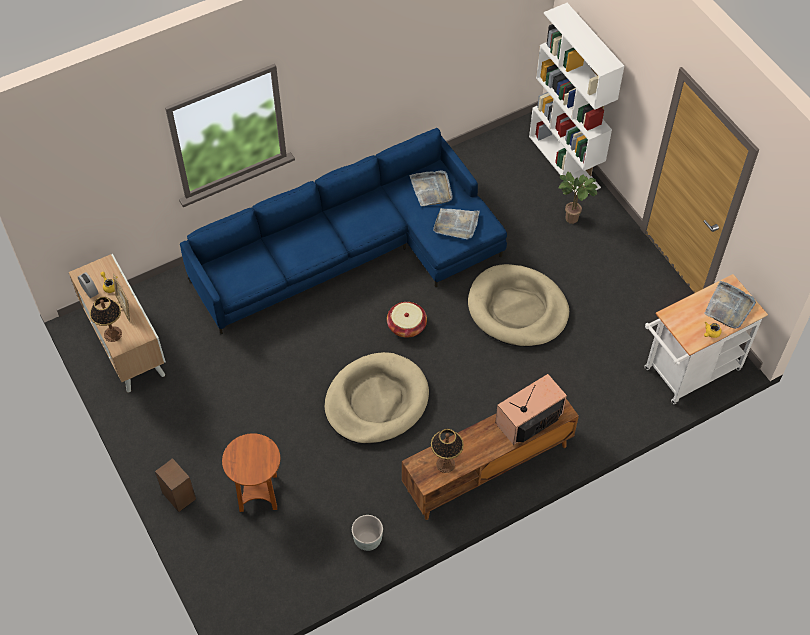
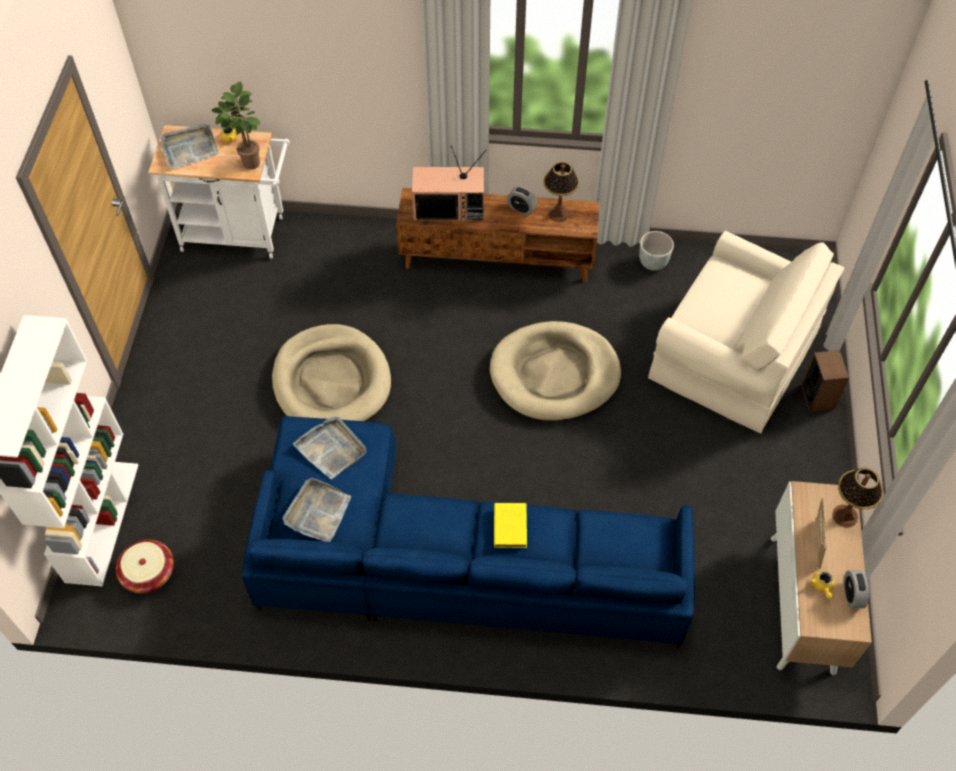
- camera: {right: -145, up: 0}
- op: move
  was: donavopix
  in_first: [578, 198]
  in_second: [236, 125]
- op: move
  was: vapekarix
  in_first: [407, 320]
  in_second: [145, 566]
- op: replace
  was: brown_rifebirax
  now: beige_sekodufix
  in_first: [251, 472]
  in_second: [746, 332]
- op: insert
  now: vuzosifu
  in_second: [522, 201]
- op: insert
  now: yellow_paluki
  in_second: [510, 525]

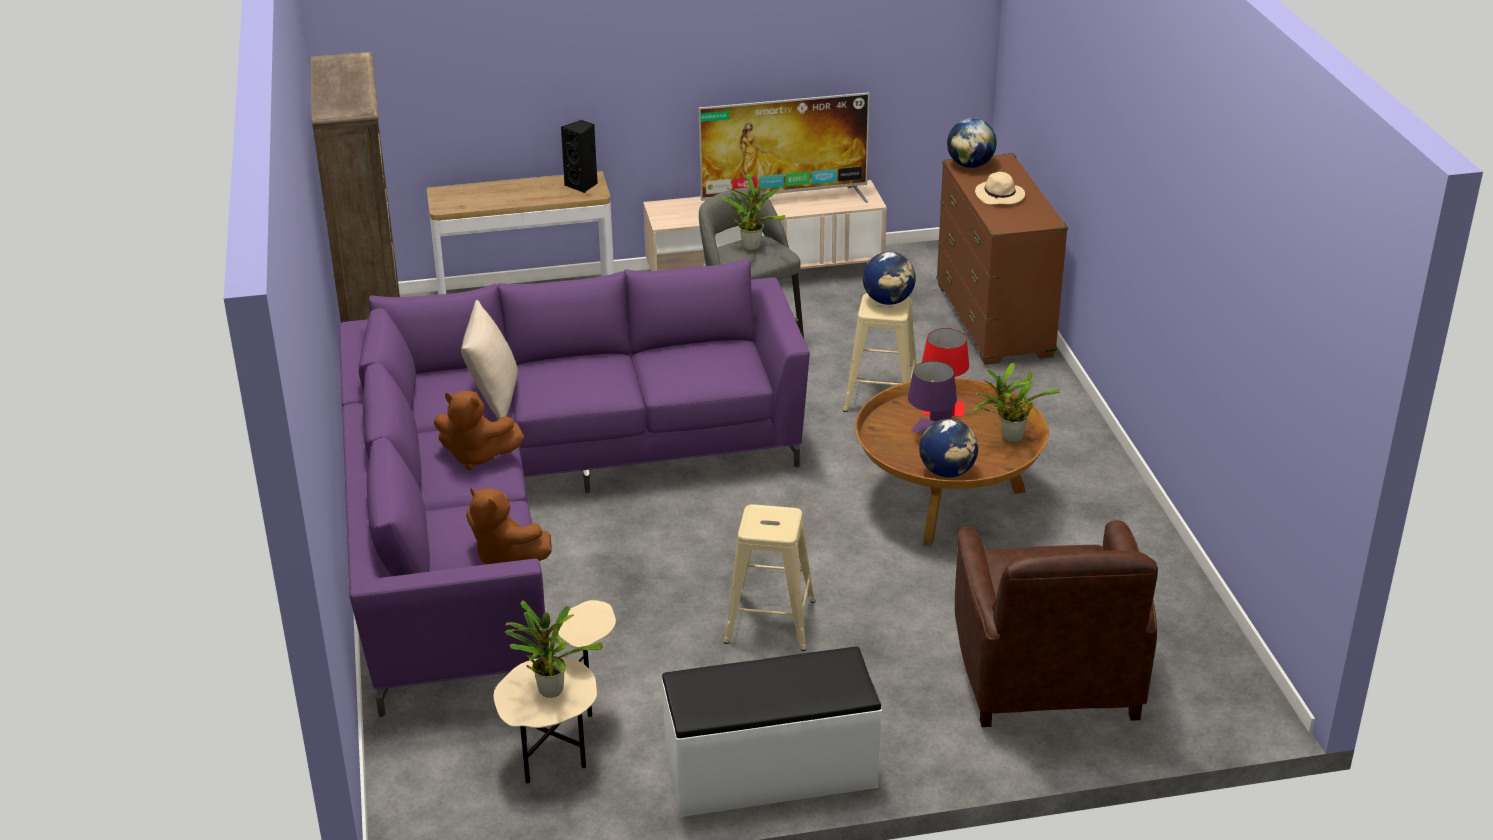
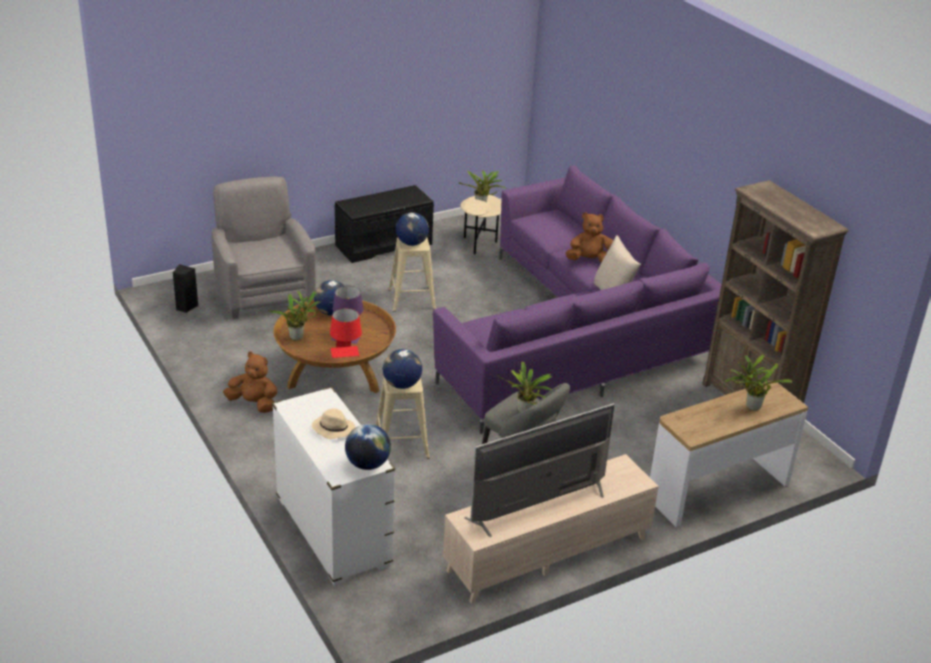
- camera: {right: 160, up: 0}
- op: move
  was: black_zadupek
  in_first: [579, 156]
  in_second: [185, 288]
- op: recolor
  was: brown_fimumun
  now: white_fimumun
  in_first: [1002, 259]
  in_second: [333, 486]
- op: move
  was: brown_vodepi
  in_first: [509, 525]
  in_second: [250, 382]
- op: recolor
  was: brown_sekodufix
  now: grey_sekodufix
  in_first: [1056, 623]
  in_second: [263, 248]
- op: recolor
  was: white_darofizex
  now: black_darofizex
  in_first: [772, 732]
  in_second: [384, 224]
- op: insert
  now: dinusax
  in_second: [412, 229]
- op: insert
  now: donavopix
  in_second: [758, 383]

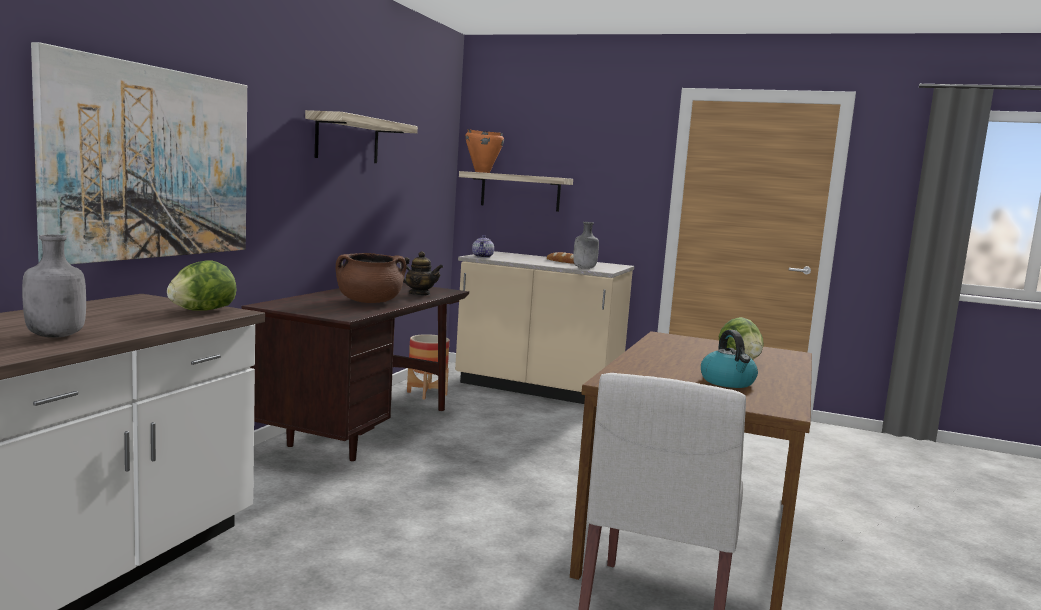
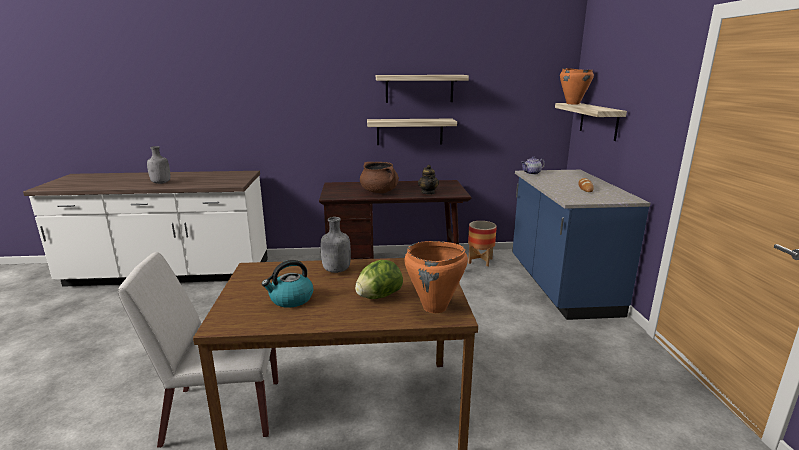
- camera: {right: 65, up: 10}
- op: delete
  was: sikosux
  in_first: [139, 153]
- op: move
  was: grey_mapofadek
  in_first: [586, 245]
  in_second: [336, 245]
- op: recolor
  was: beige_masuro
  now: blue_masuro
  in_first: [544, 327]
  in_second: [581, 245]
- op: delete
  was: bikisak
  in_first: [201, 285]
- op: insert
  now: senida
  in_second: [412, 132]
- op: insert
  now: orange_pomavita
  in_second: [436, 277]

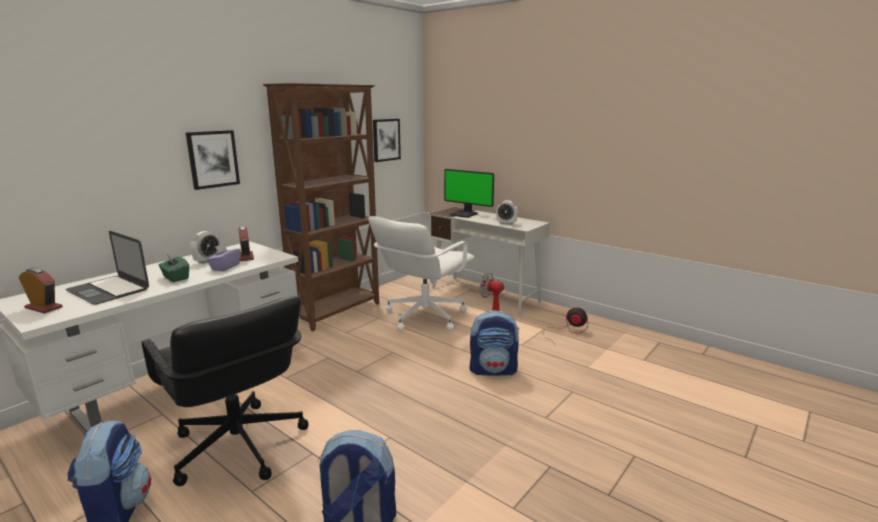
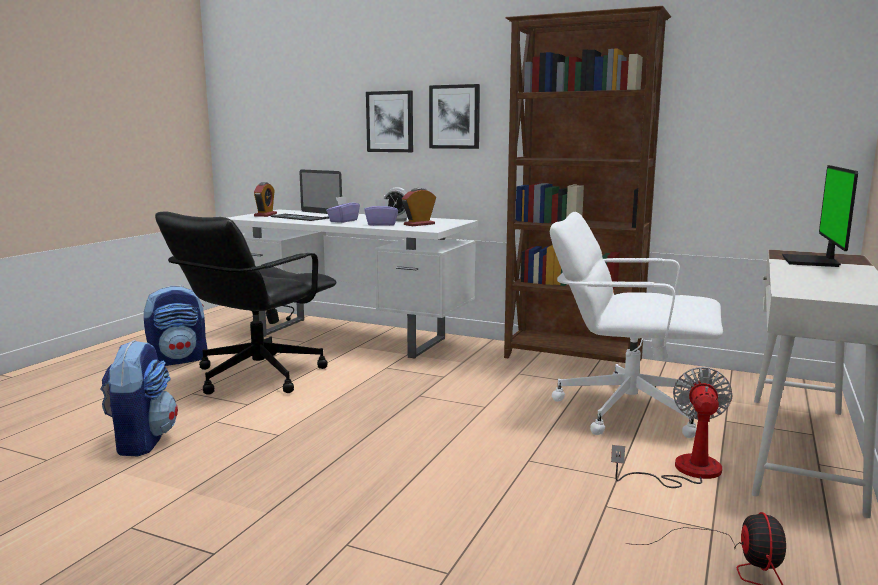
- camera: {right: 75, up: -5}
- op: move
  was: sikosux
  in_first: [387, 140]
  in_second: [389, 121]
- op: delete
  was: vuzosifu
  in_first: [507, 212]
- op: rotate
  was: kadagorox
  in_first: [107, 268]
  in_second: [306, 195]
  clockwise: -75
- op: recolor
  was: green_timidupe
  now: purple_timidupe
  in_first: [173, 269]
  in_second: [343, 209]
- op: delete
  was: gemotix
  in_first: [494, 343]

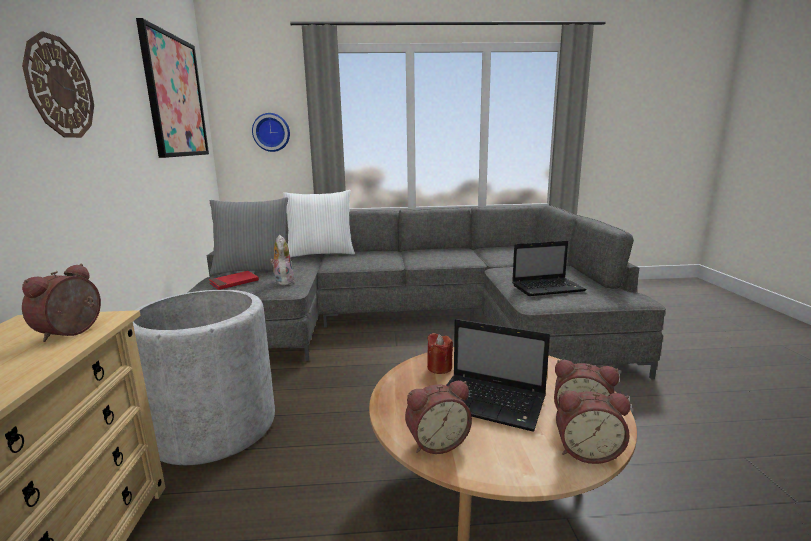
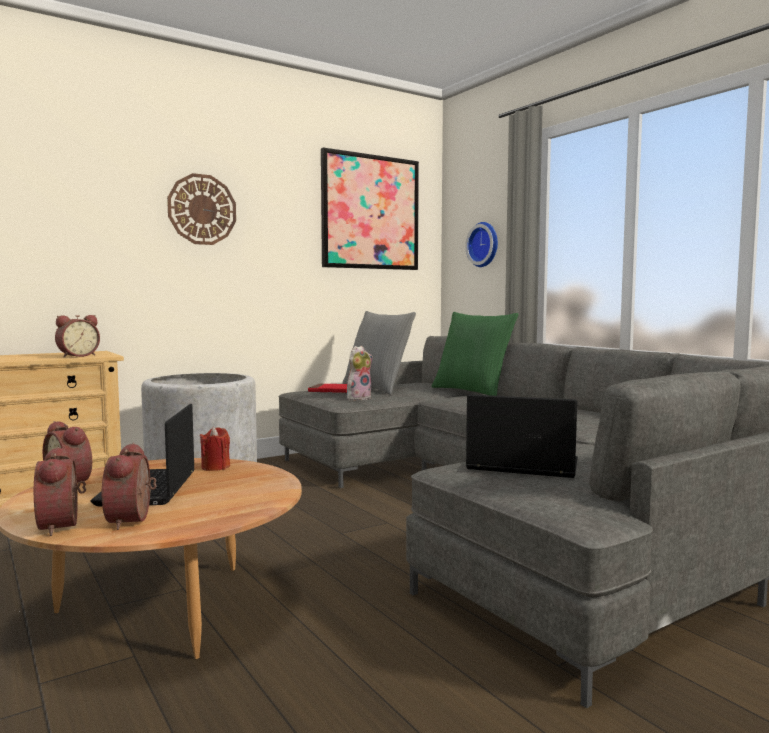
- camera: {right: 60, up: -10}
- op: recolor
  was: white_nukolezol
  now: green_nukolezol
  in_first: [319, 223]
  in_second: [475, 354]
- op: rotate
  was: kadagorox
  in_first: [549, 268]
  in_second: [522, 436]
  clockwise: 150
- op: rotate
  was: vuzosifu
  in_first: [61, 303]
  in_second: [77, 336]
  clockwise: 150

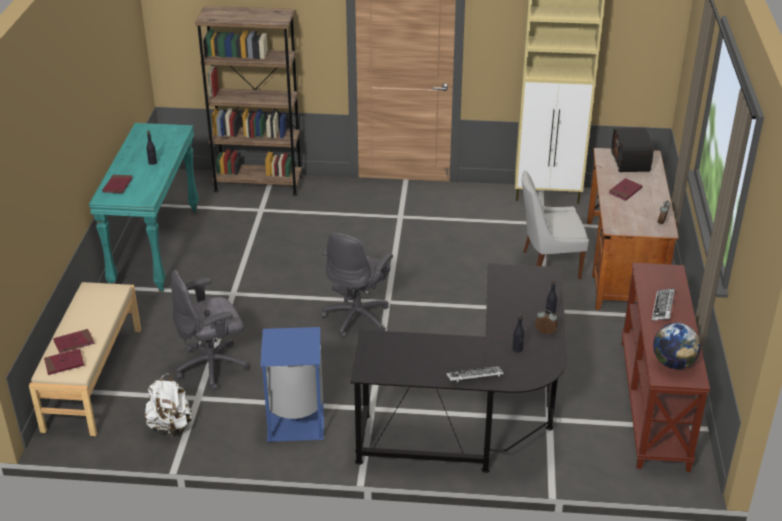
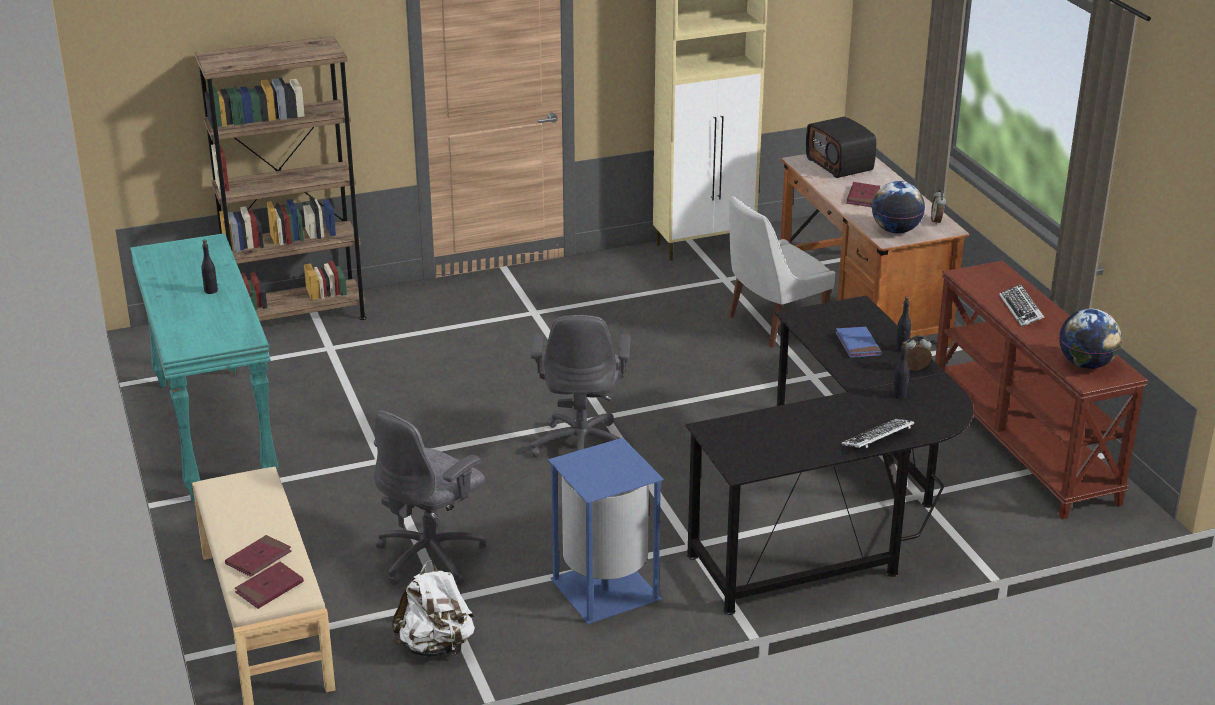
- camera: {right: -25, up: -5}
- op: delete
  was: red_paluki
  in_first: [117, 184]
- op: insert
  now: dinusax
  in_second: [898, 207]
- op: insert
  now: blue_paluki
  in_second: [859, 342]

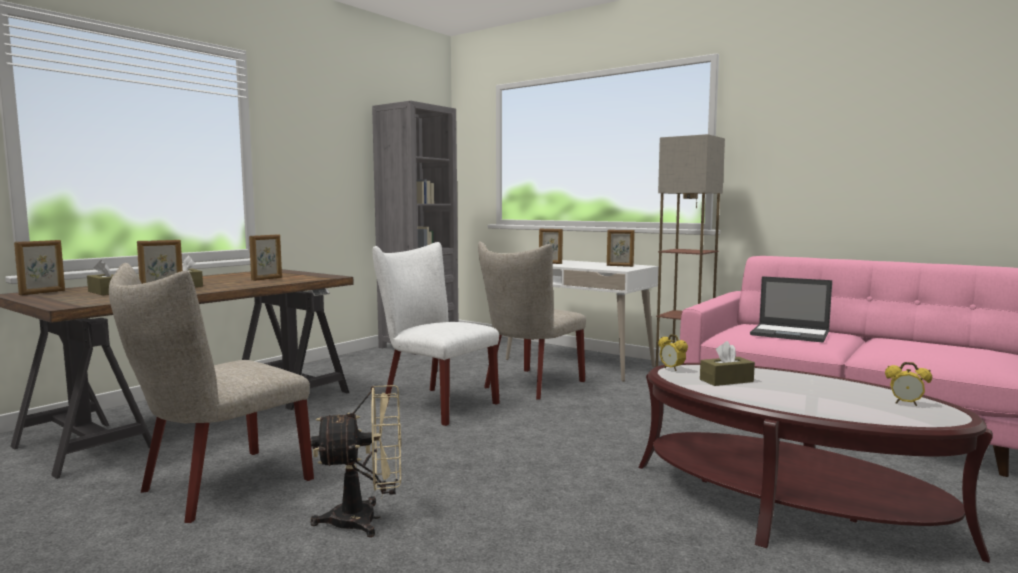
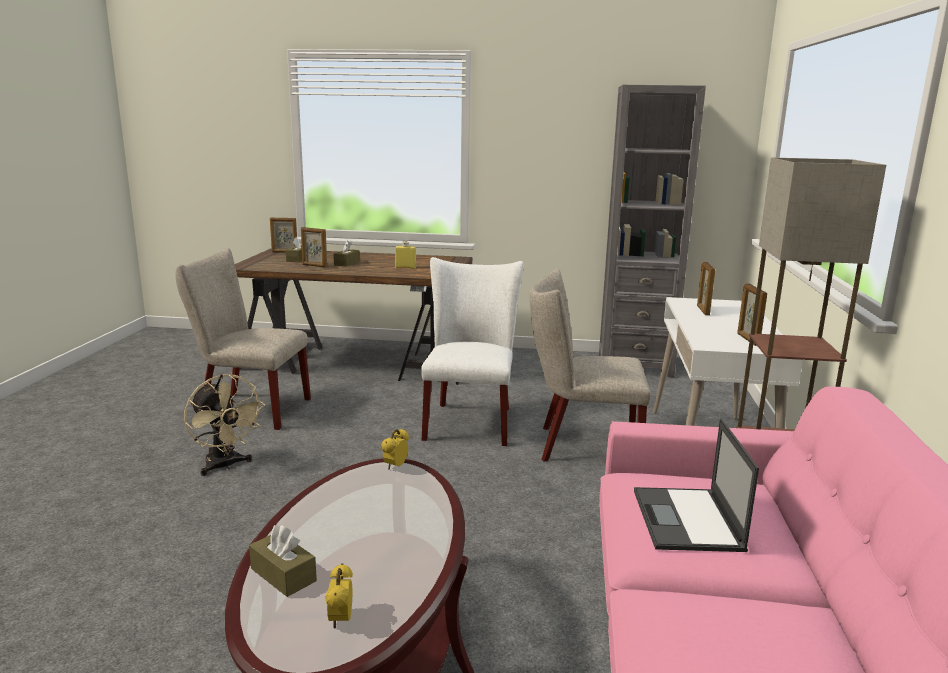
- camera: {right: 60, up: 10}
- op: replace
  was: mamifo
  now: yellow_mapofadek
  in_first: [265, 257]
  in_second: [405, 255]
- op: move
  was: brown_timidupe
  in_first: [727, 363]
  in_second: [283, 561]

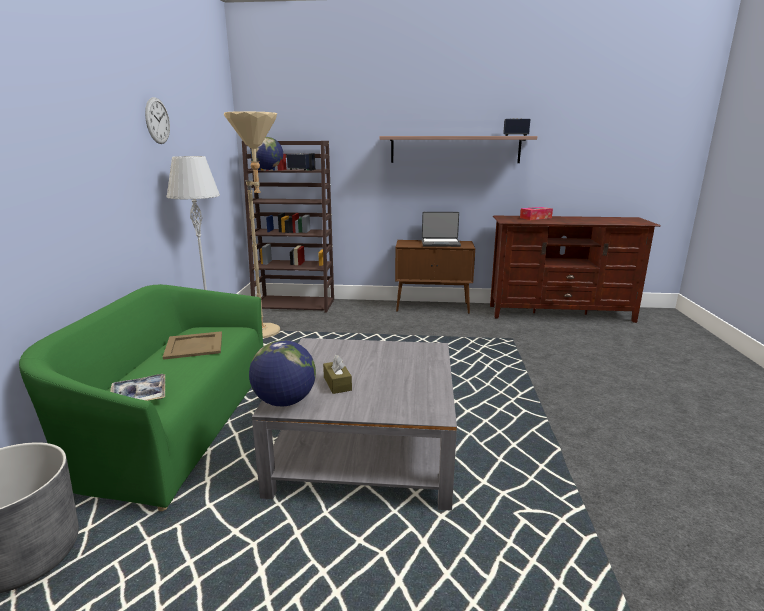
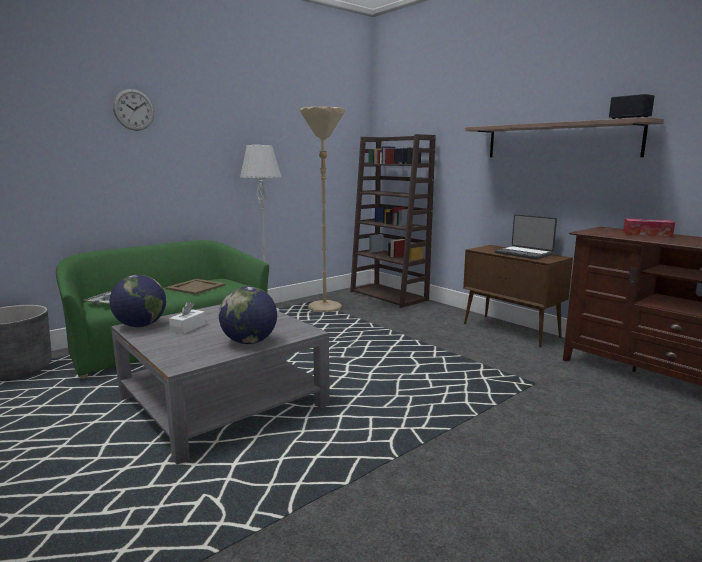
- camera: {right: 45, up: -5}
- op: move
  was: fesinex
  in_first: [157, 120]
  in_second: [133, 110]
- op: move
  was: dinusax
  in_first: [267, 153]
  in_second: [248, 315]
- op: recolor
  was: brown_timidupe
  now: white_timidupe
  in_first: [337, 374]
  in_second: [187, 318]

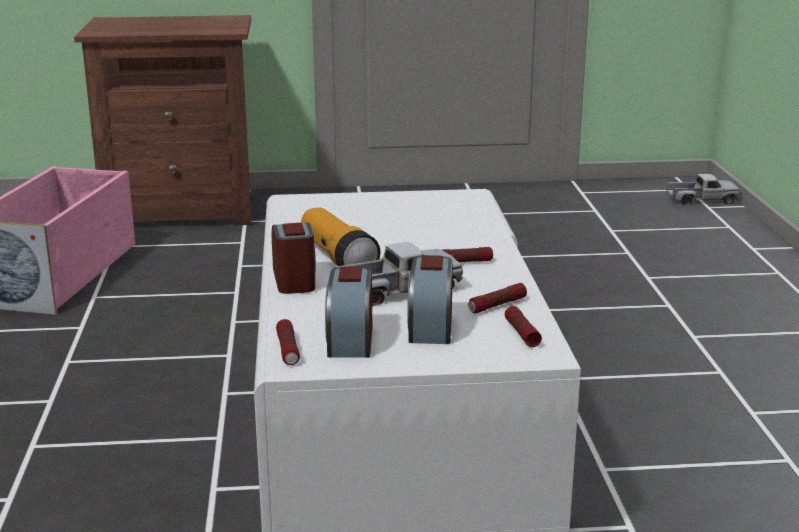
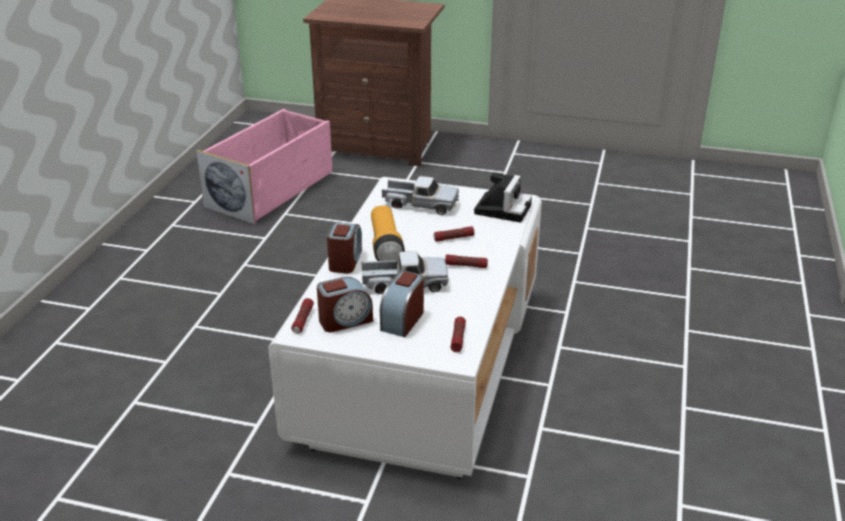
- camera: {right: 20, up: 10}
- op: move
  was: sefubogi
  in_first: [703, 189]
  in_second: [420, 195]
- op: rotate
  was: vuzosifu
  in_first: [348, 312]
  in_second: [345, 304]
  clockwise: -135
- op: move
  was: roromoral
  in_first: [497, 298]
  in_second: [454, 234]
- op: insert
  now: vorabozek
  in_second: [503, 198]

